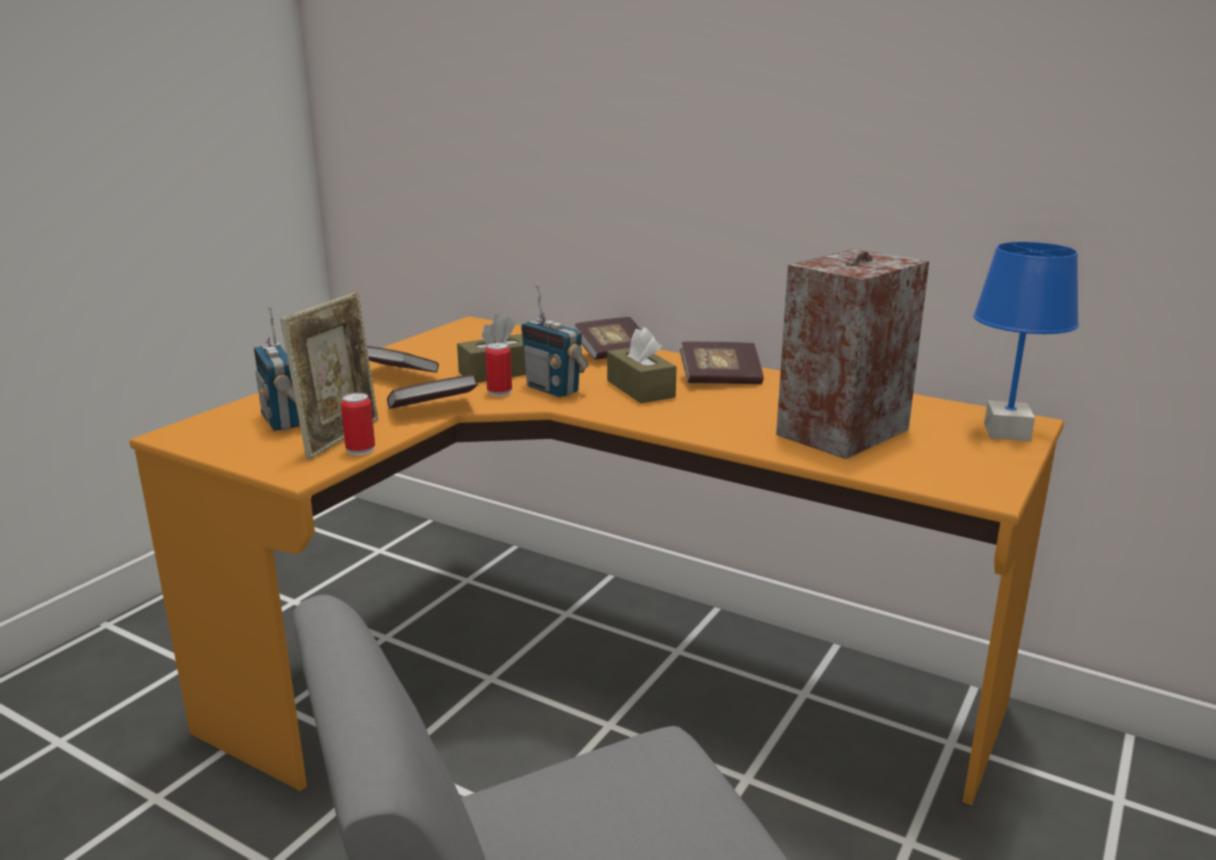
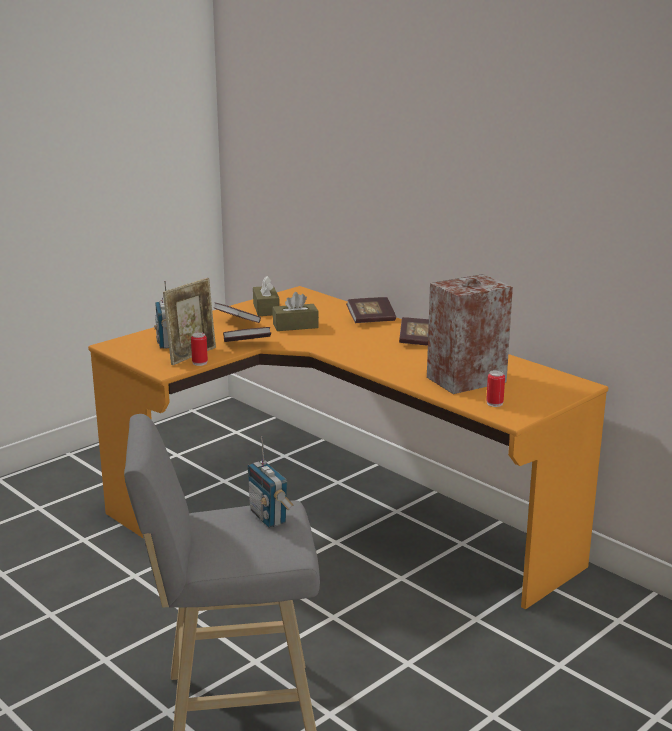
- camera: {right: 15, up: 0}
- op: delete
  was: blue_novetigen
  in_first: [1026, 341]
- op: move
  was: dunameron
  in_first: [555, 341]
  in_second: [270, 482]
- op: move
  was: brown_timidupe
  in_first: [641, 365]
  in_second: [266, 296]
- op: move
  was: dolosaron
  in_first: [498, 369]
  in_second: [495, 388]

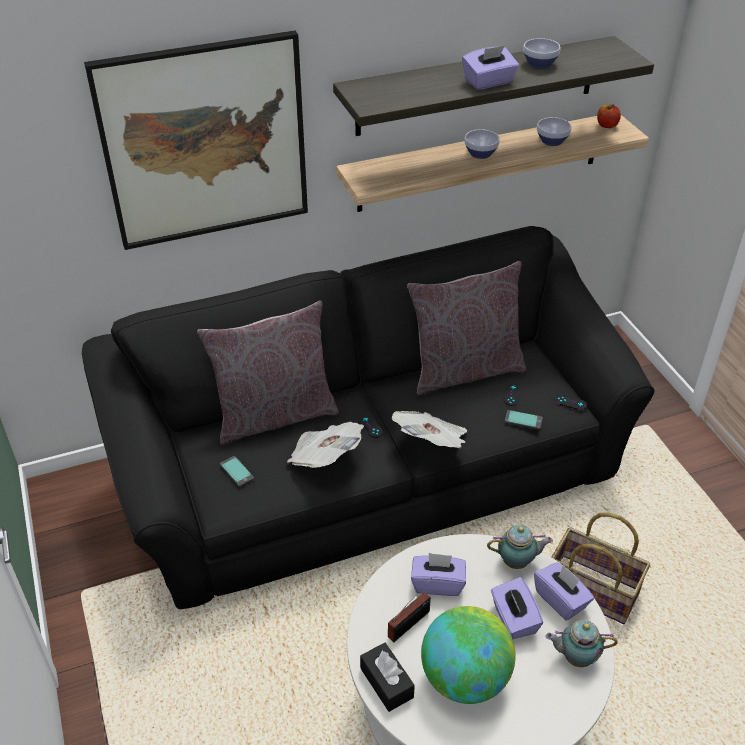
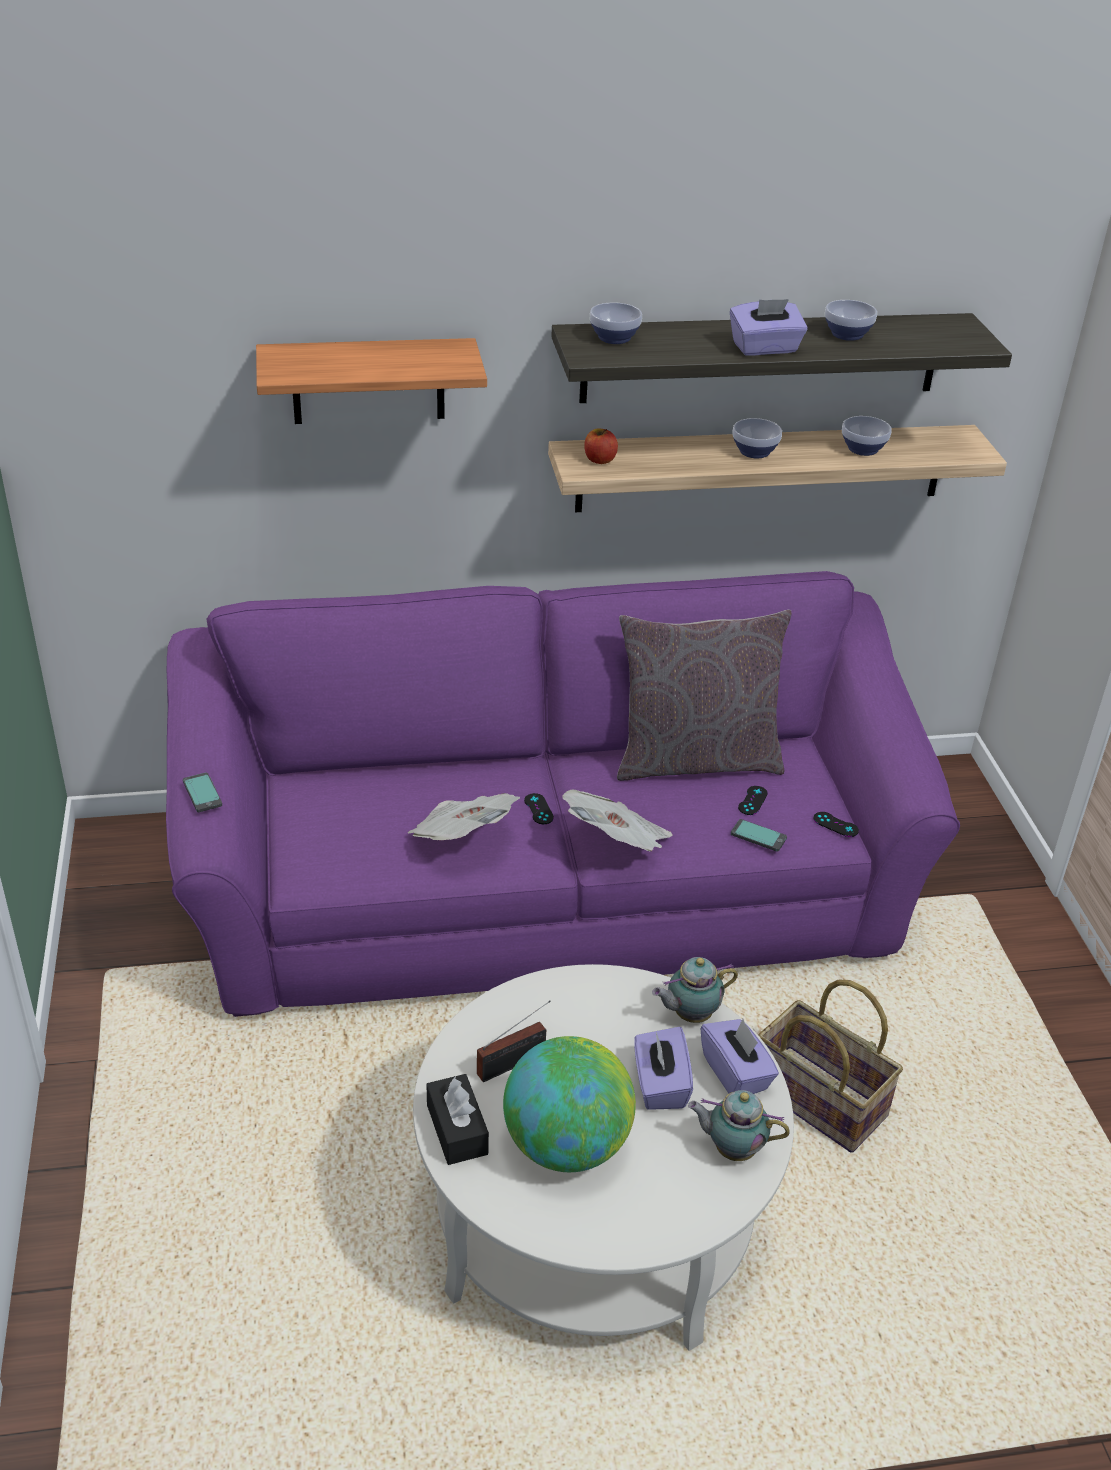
- camera: {right: 10, up: -5}
- op: replace
  was: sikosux
  now: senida
  in_first: [196, 140]
  in_second: [371, 381]
- op: move
  was: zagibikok
  in_first: [609, 116]
  in_second: [601, 446]
- op: recolor
  was: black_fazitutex
  now: purple_fazitutex
  in_first: [368, 417]
  in_second: [563, 794]
- op: delete
  was: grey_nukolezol
  in_first: [268, 373]
- op: move
  was: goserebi
  in_first: [237, 471]
  in_second: [202, 792]
- op: rotate
  was: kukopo
  in_first: [520, 547]
  in_second: [695, 990]
  clockwise: 150
- op: delete
  was: purple_timidupe
  in_first: [438, 574]
- op: insert
  now: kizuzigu
  in_second: [616, 323]

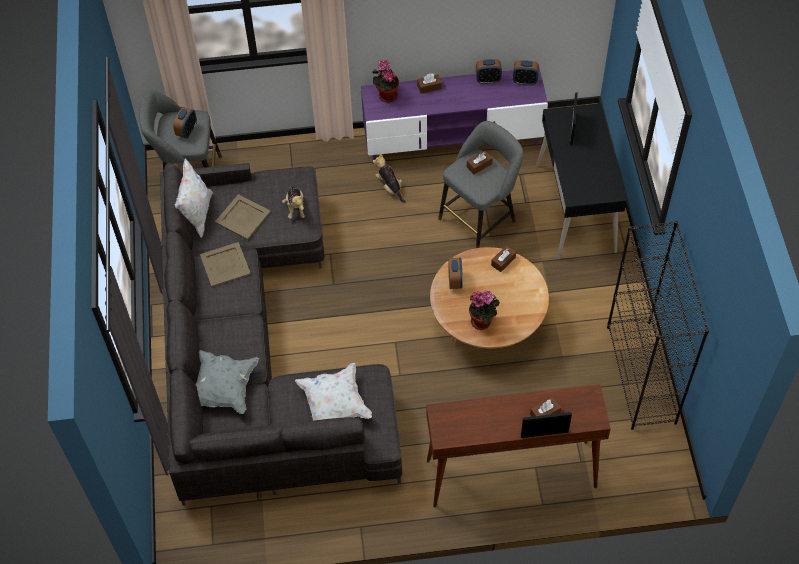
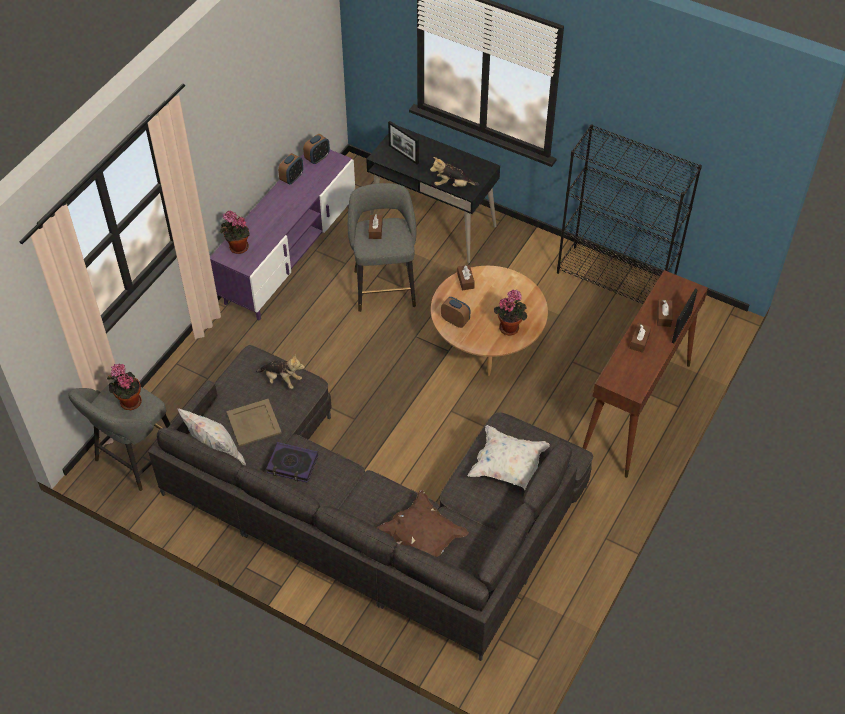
- camera: {right: -55, up: -5}
- op: move
  was: brown_timidupe
  in_first: [429, 83]
  in_second: [640, 338]
- op: replace
  was: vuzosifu
  now: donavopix
  in_first: [185, 122]
  in_second: [124, 387]
- op: move
  was: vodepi
  in_first: [389, 178]
  in_second: [454, 172]
- op: replace
  was: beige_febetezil
  now: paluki
  in_first: [225, 264]
  in_second: [292, 462]
- op: recolor
  was: grey_nukolezol
  now: brown_nukolezol
  in_first: [227, 382]
  in_second: [422, 523]

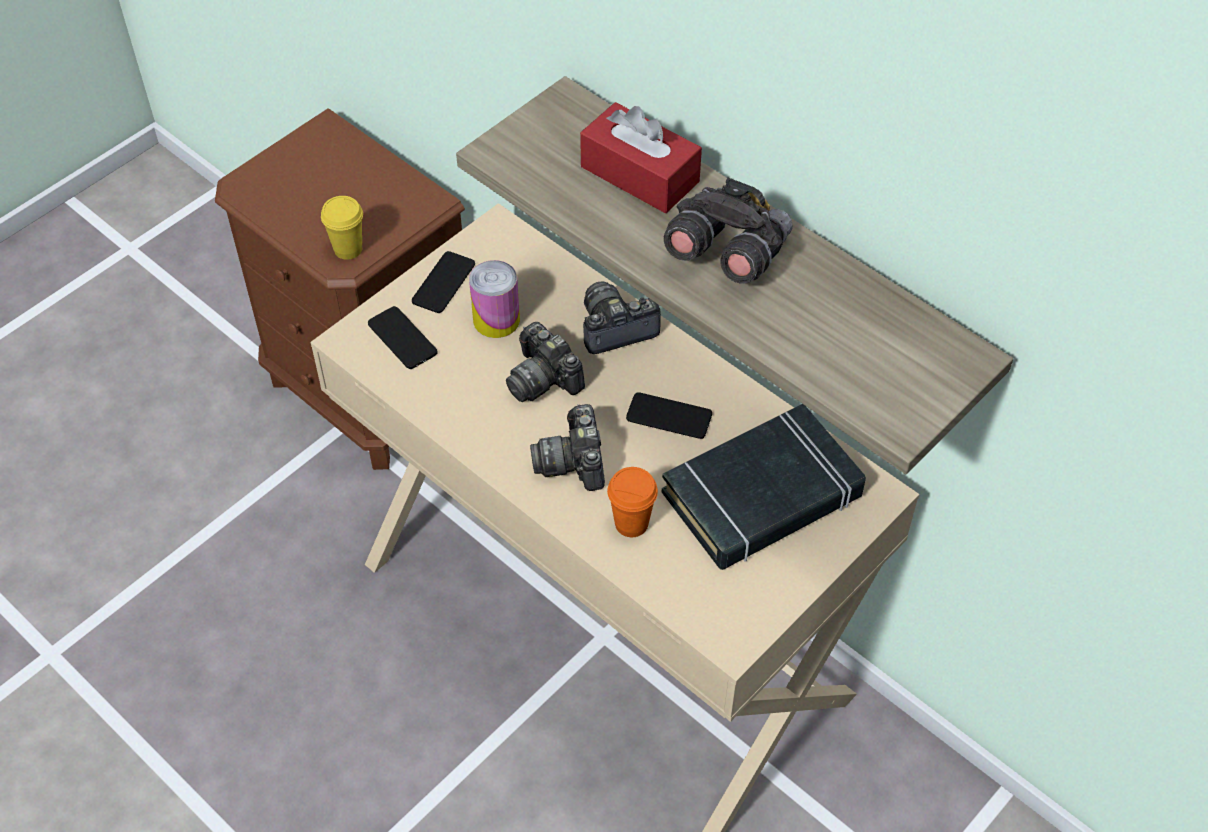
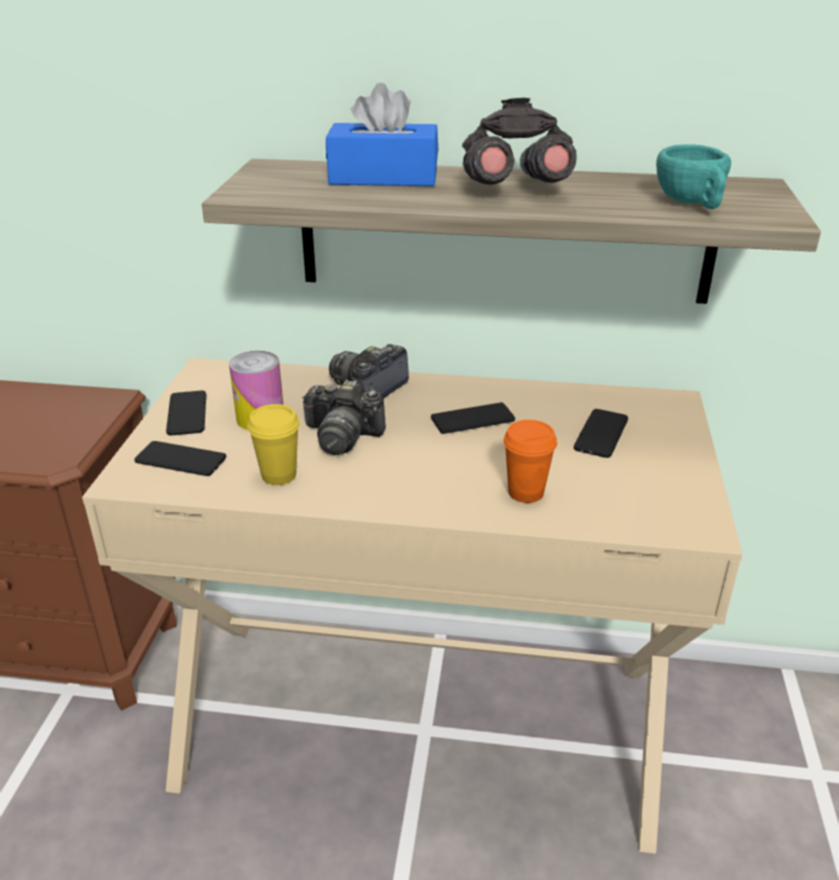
- camera: {right: -35, up: -20}
- op: recolor
  was: red_timidupe
  now: blue_timidupe
  in_first: [641, 157]
  in_second: [382, 134]
- op: move
  was: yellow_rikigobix
  in_first: [342, 228]
  in_second: [273, 444]
- op: delete
  was: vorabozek
  in_first: [567, 447]
- op: replace
  was: black_paluki
  now: goserebi
  in_first: [764, 487]
  in_second: [601, 433]
- op: insert
  now: turquoise_rikigobix
  in_second: [693, 176]

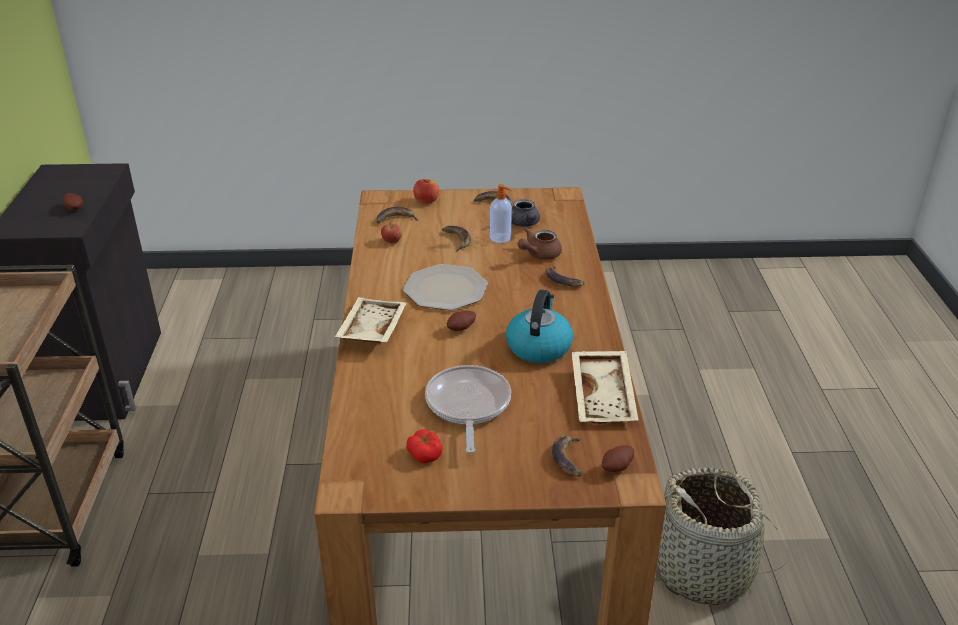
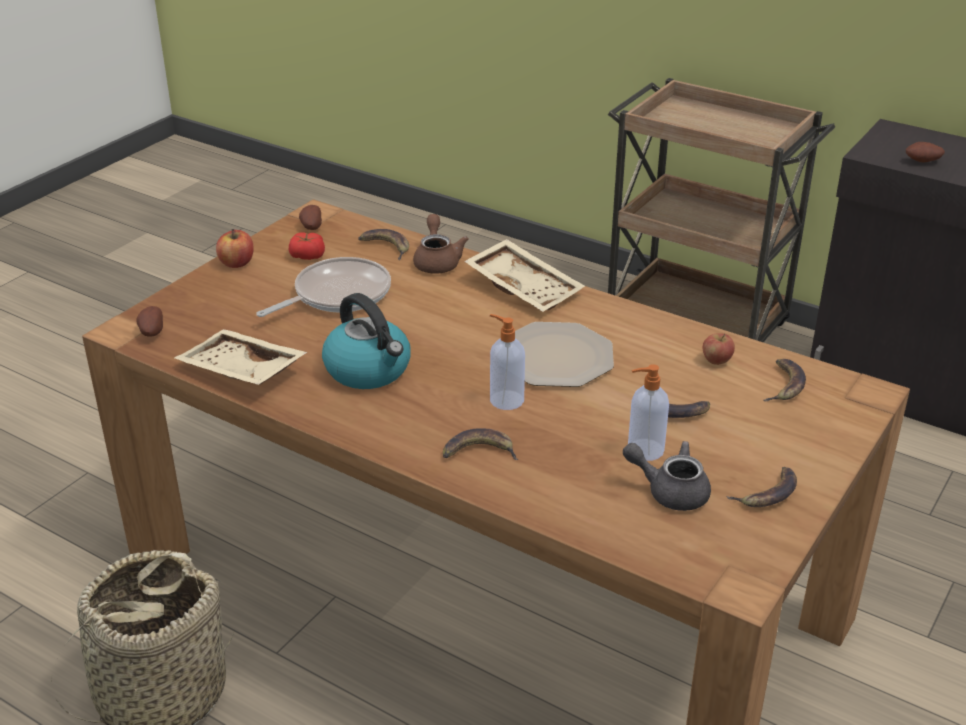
- camera: {right: 125, up: 0}
- op: move
  was: zagibikok
  in_first: [426, 191]
  in_second: [235, 248]
- op: move
  was: brown_kukopo
  in_first: [540, 244]
  in_second: [441, 244]
- op: move
  was: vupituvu
  in_first: [461, 321]
  in_second: [310, 217]
- op: rotate
  was: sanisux
  in_first: [468, 409]
  in_second: [323, 287]
  clockwise: -75
- op: move
  was: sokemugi
  in_first: [567, 456]
  in_second: [383, 244]
- op: insert
  now: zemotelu
  in_second: [507, 362]

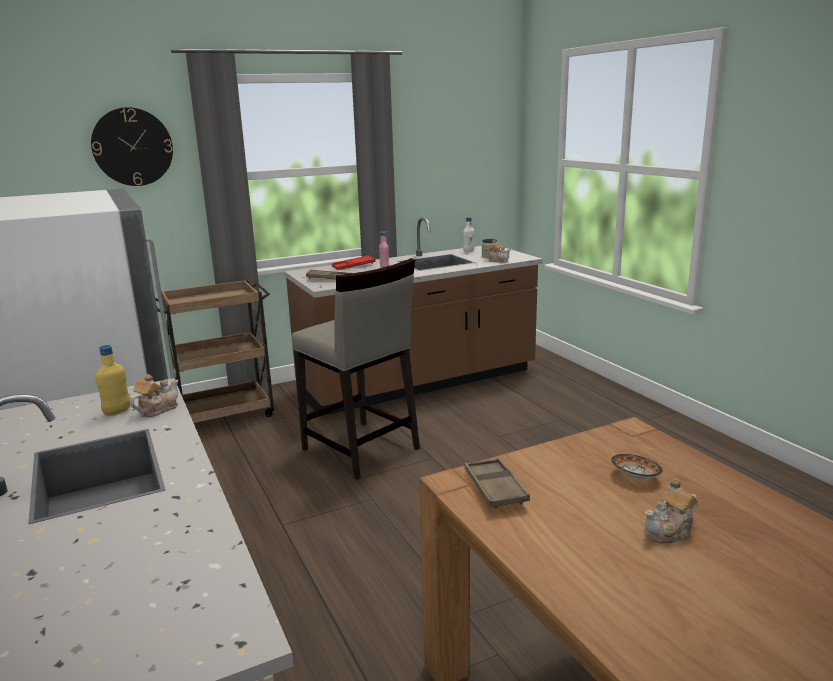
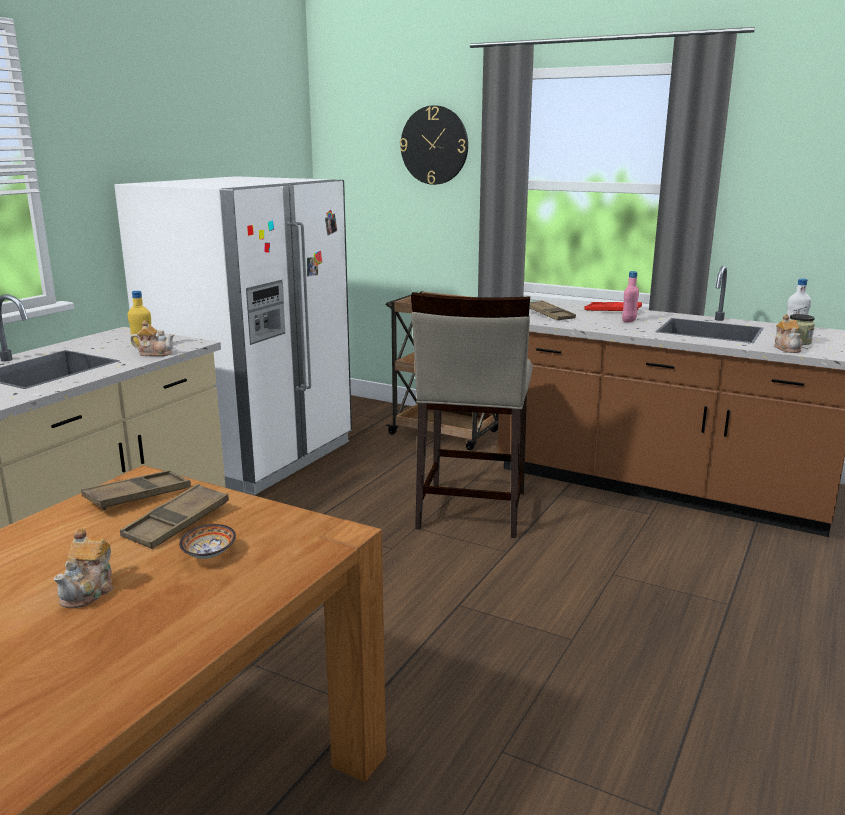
- camera: {right: 55, up: 0}
- op: rotate
  was: kukopo
  in_first: [671, 510]
  in_second: [84, 568]
  clockwise: -105
- op: insert
  now: brown_febetezil
  in_second: [174, 516]

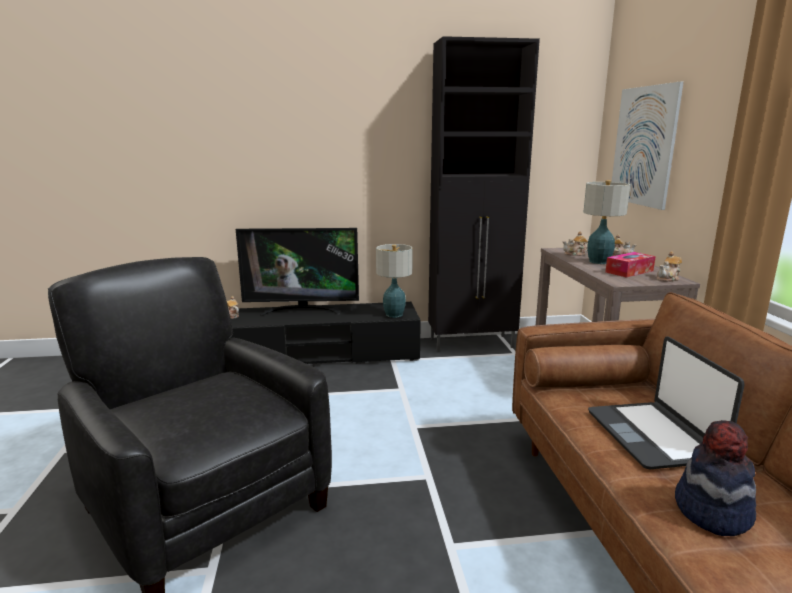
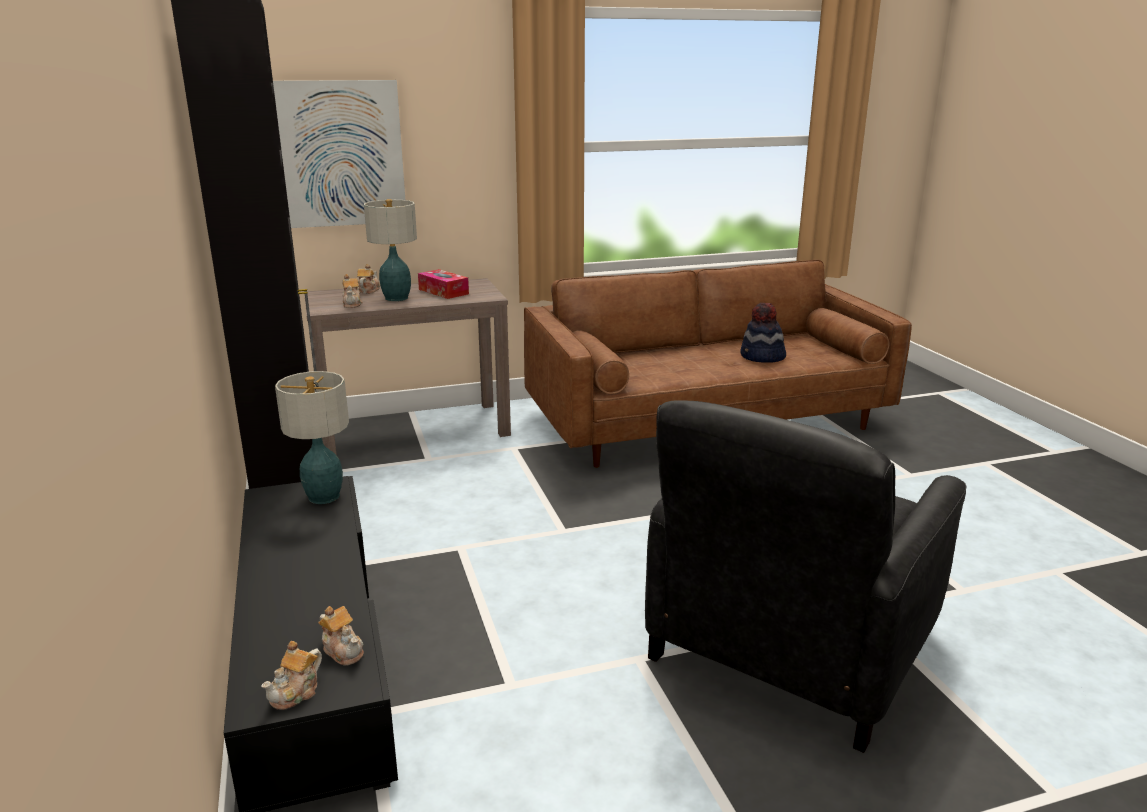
- camera: {right: -100, up: 5}
- op: delete
  was: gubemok
  in_first: [297, 272]
- op: move
  was: kukopo
  in_first: [669, 266]
  in_second: [341, 636]
- op: delete
  was: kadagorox
  in_first: [666, 403]

